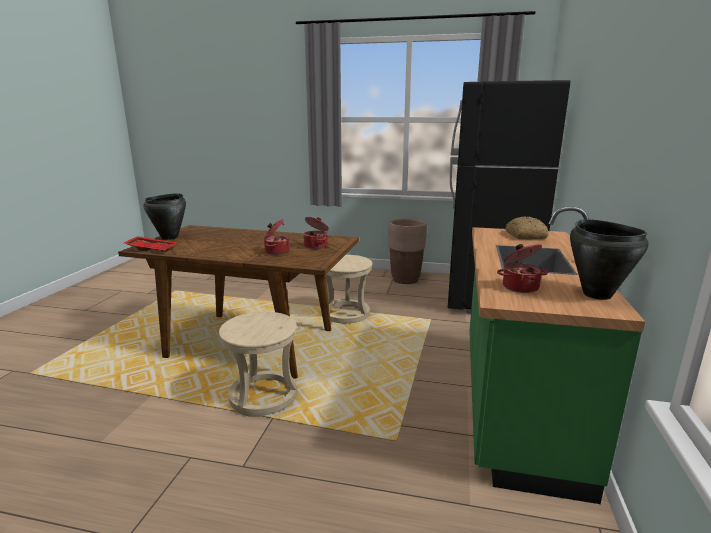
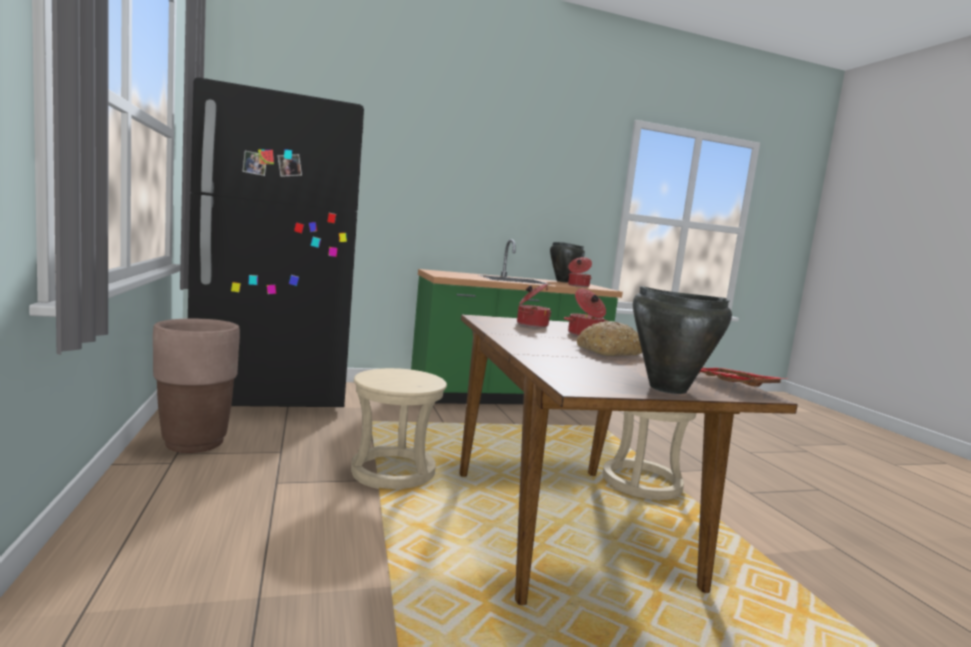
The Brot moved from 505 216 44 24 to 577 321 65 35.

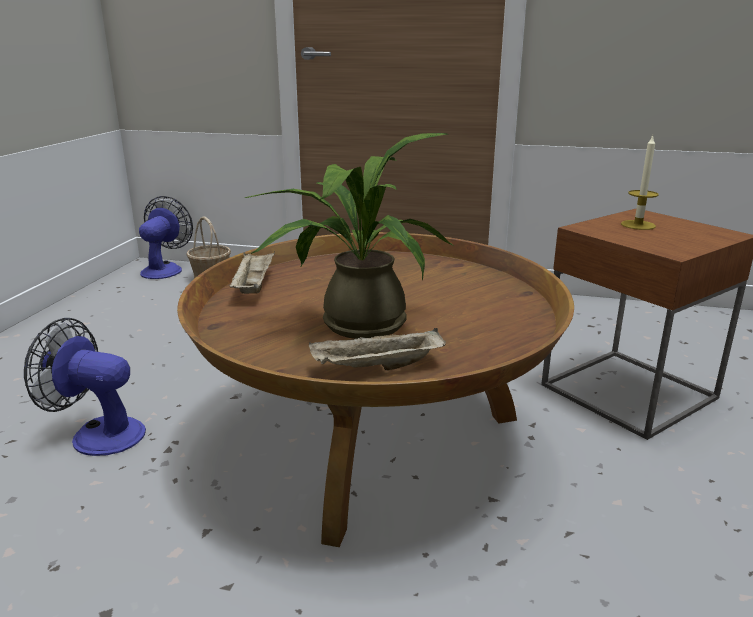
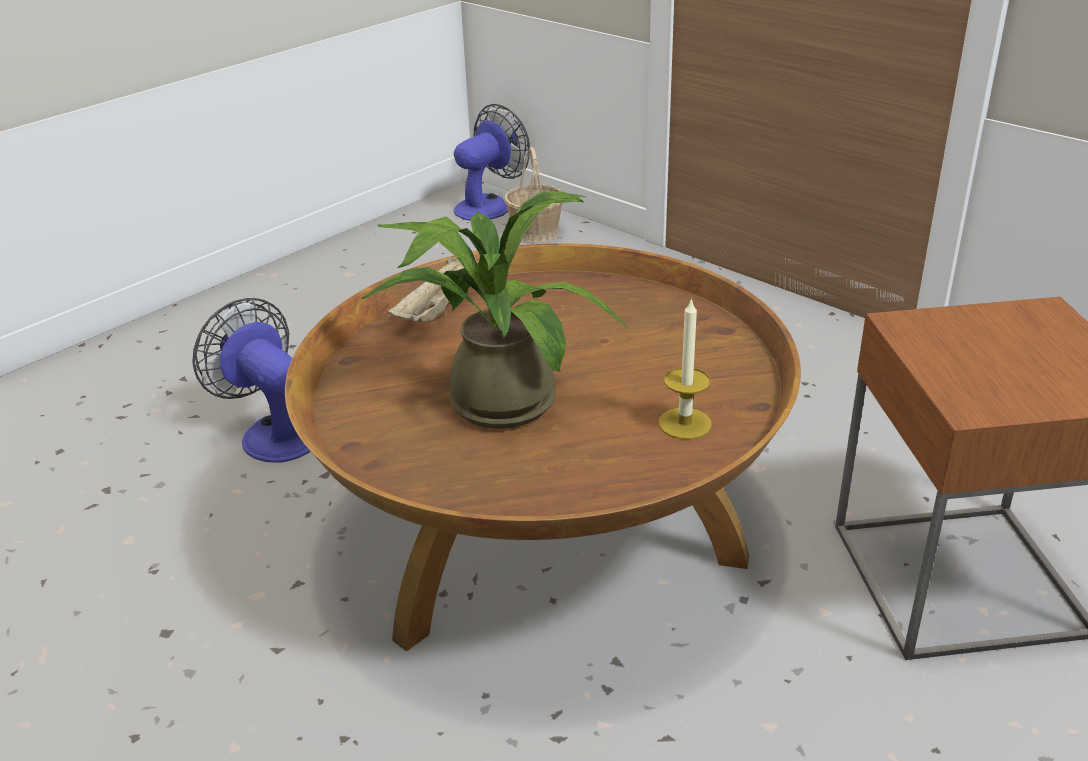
The Kerze moved from 621 135 38 95 to 659 297 53 142. The Tablett/beige at 309 328 137 42 disappeared.

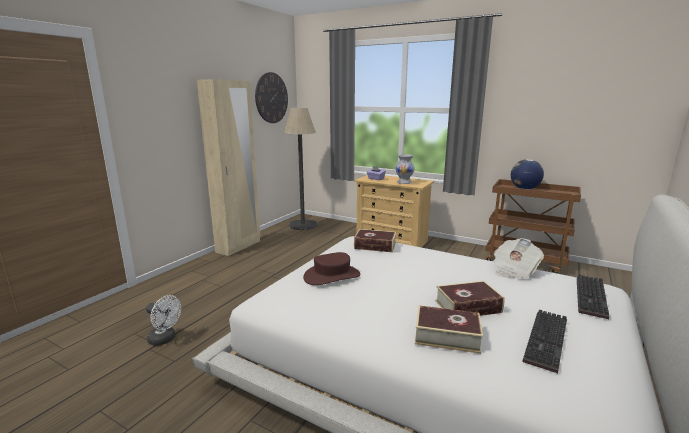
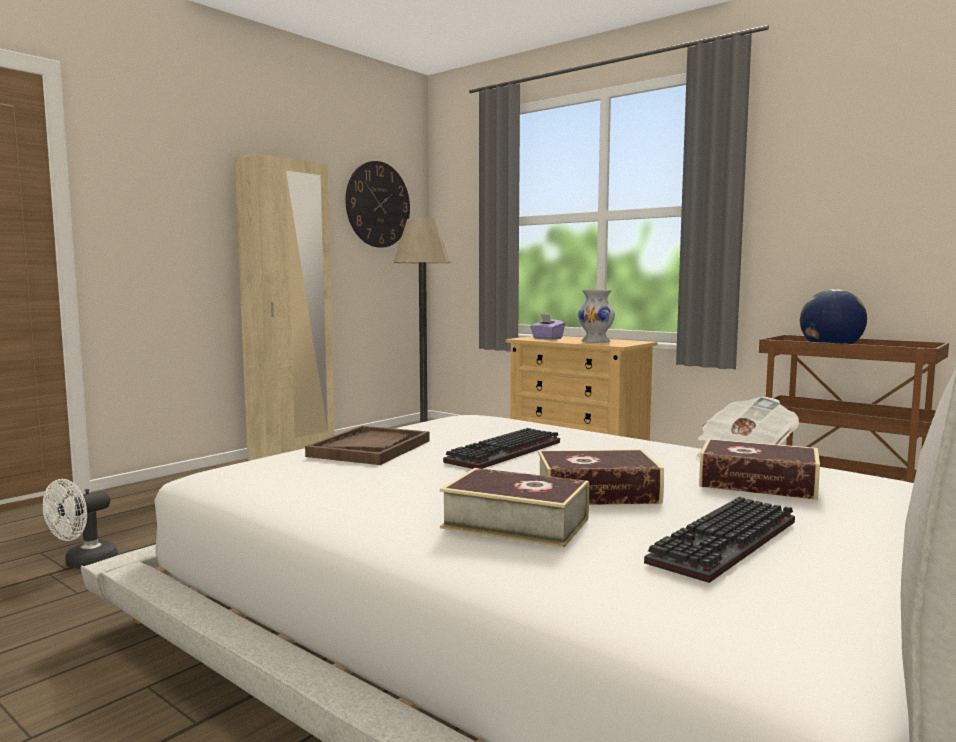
The Buch moved from 354 229 42 23 to 699 439 121 61. The Hut/braun at 303 252 57 33 was replaced by the Tablett/braun at 305 426 125 39. The Tastatur moved from 577 275 32 44 to 443 428 117 41. The Ventilator/weiß at 146 295 35 51 turned 90 degrees clockwise.

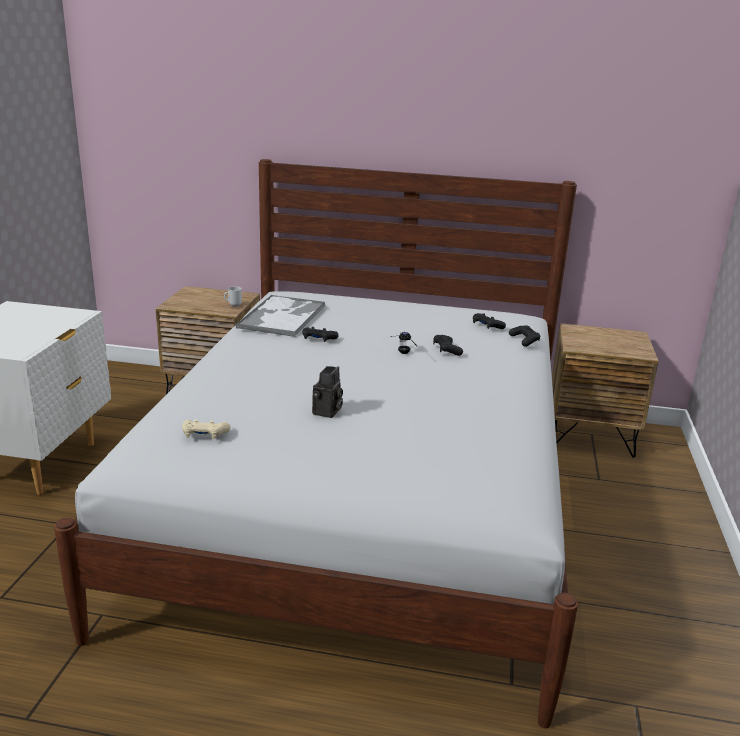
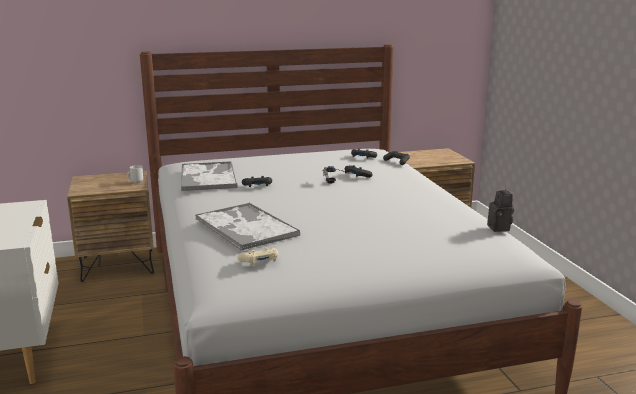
The Kamera moved from 312 366 31 52 to 487 189 27 43. The Tablett at 195 203 105 48 appeared.

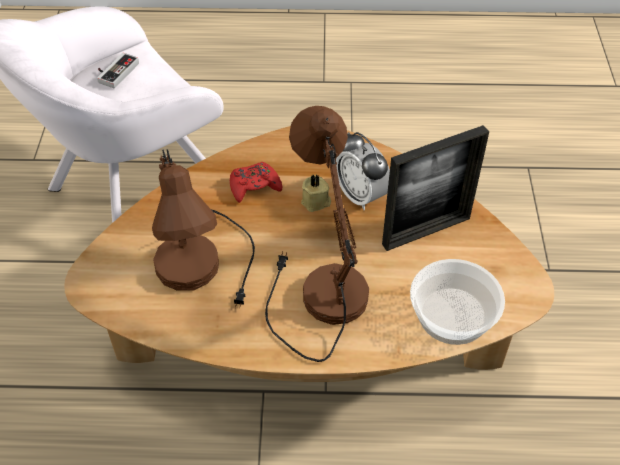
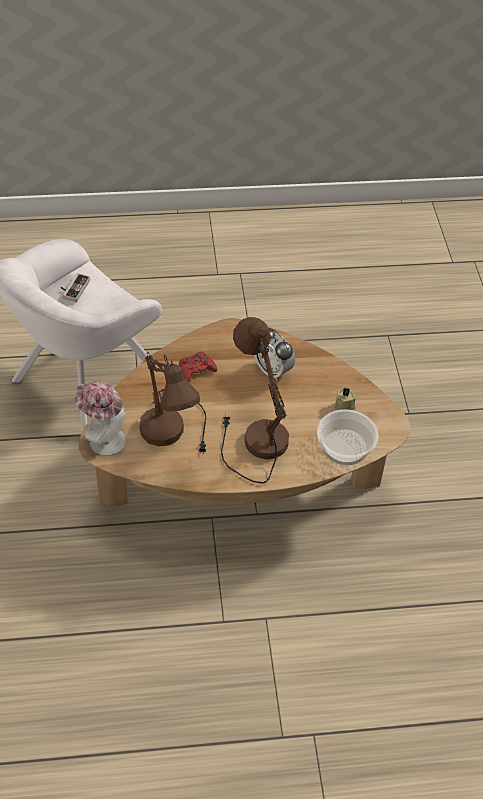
The Bilderrahmen at 382 125 107 126 disappeared. The Kerze/beige moved from 301 175 30 37 to 334 388 22 22. The Hut at 75 380 51 76 appeared.

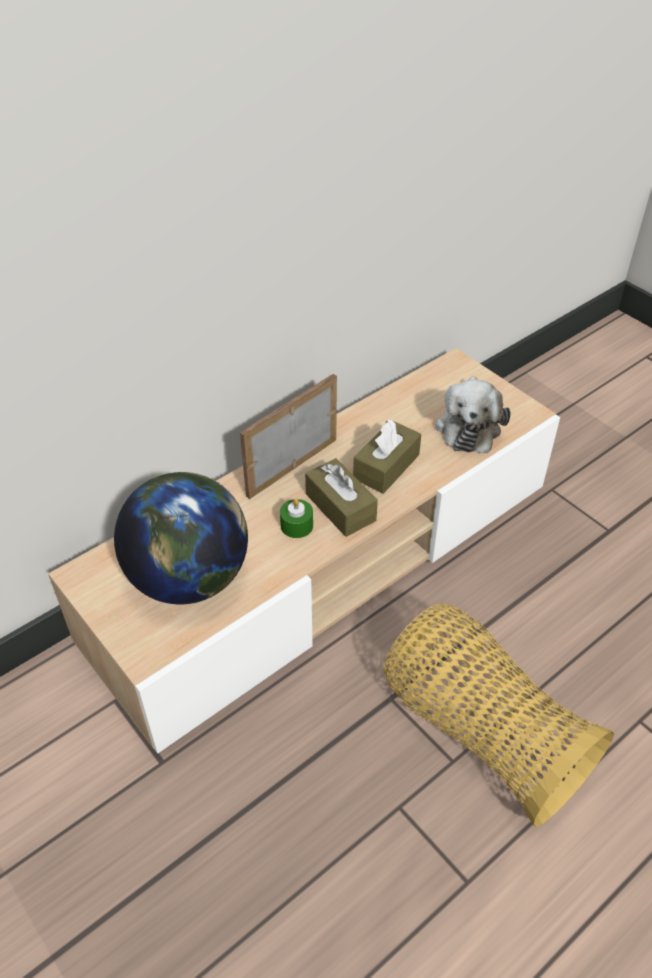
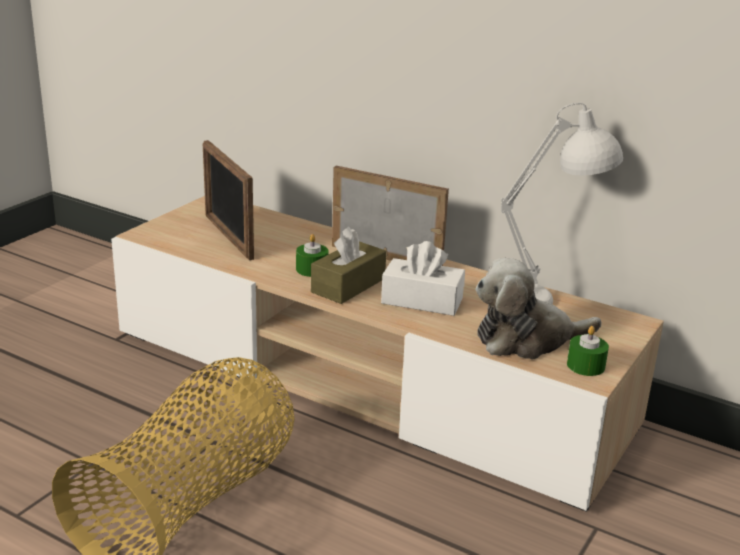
The Taschentuchbox/braun at 353 419 68 75 became the Taschentuchbox/weiß at 381 241 84 75. The Globus at 114 472 134 132 was replaced by the Bilderrahmen at 203 140 51 120. The Tischlampe/weiß at 501 103 122 201 appeared. The Kerze/grün at 567 326 42 50 appeared.

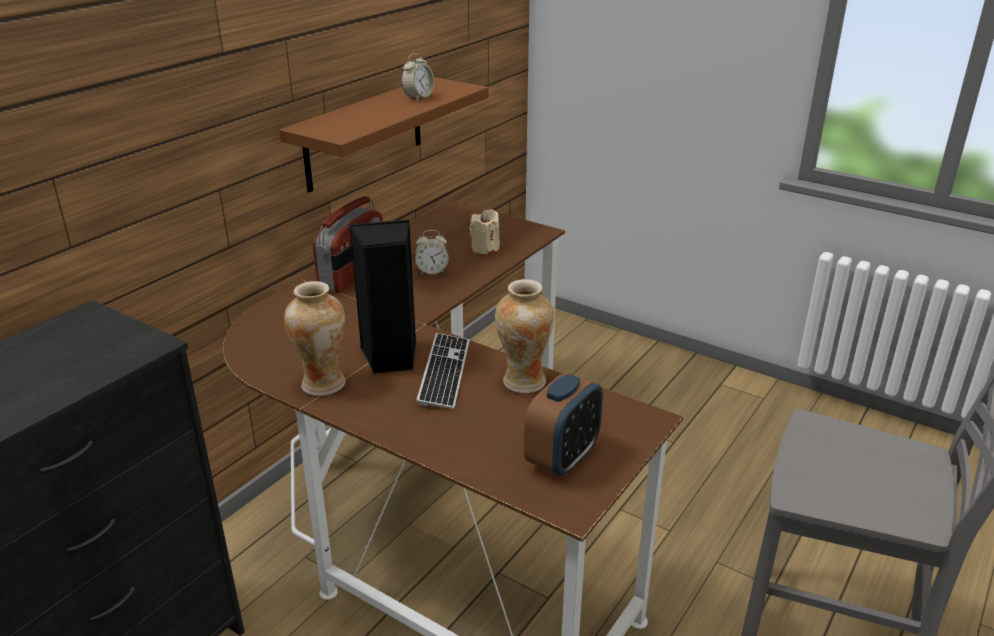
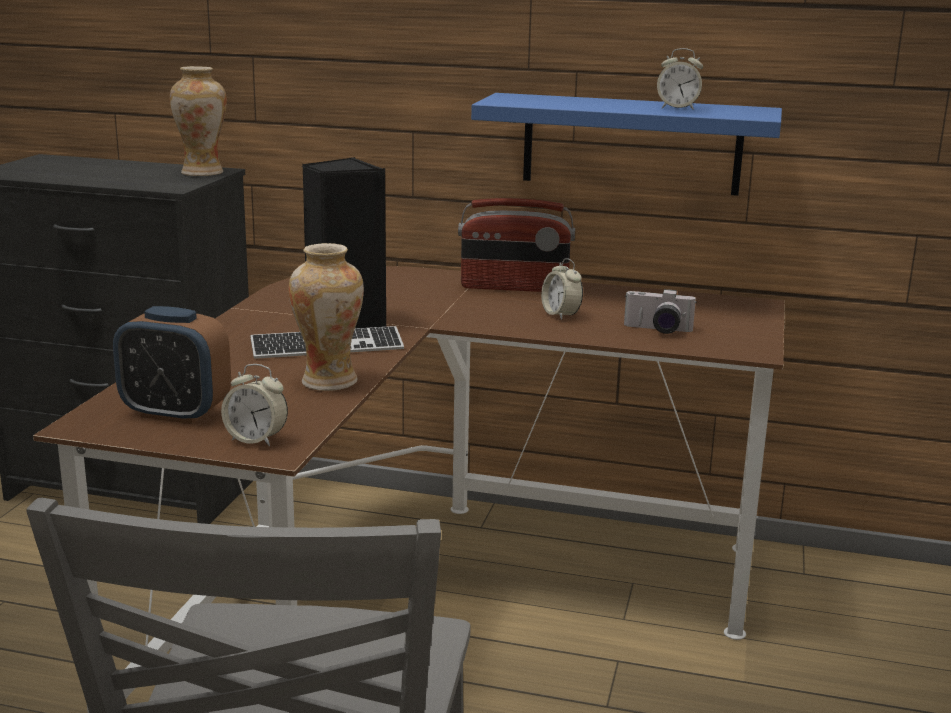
The Wandregal/braun at 279 77 209 115 became the Wandregal/blau at 471 93 311 103. The Kerze/beige at 469 209 31 46 was replaced by the Kamera at 624 289 73 45. The Vase moved from 284 281 62 115 to 170 66 57 110. The Wecker at 221 364 67 83 appeared.

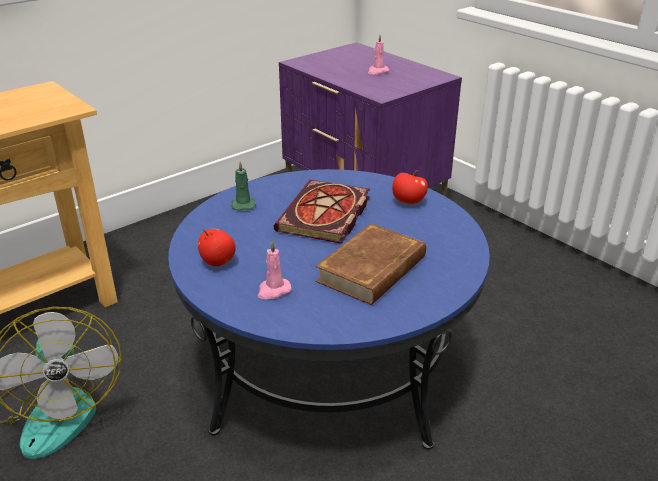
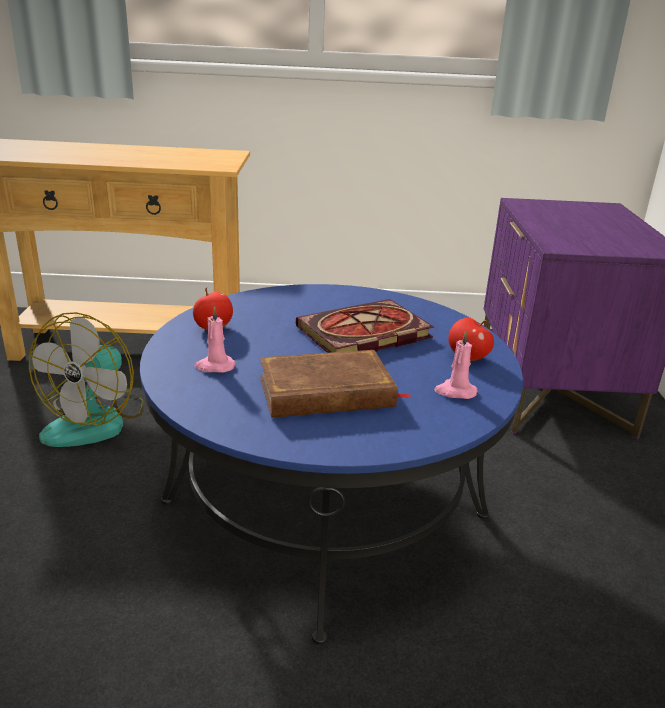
The Kerze/rosa moved from 368 35 21 40 to 434 330 43 69. The Kerze/grün at 231 161 25 50 disappeared.

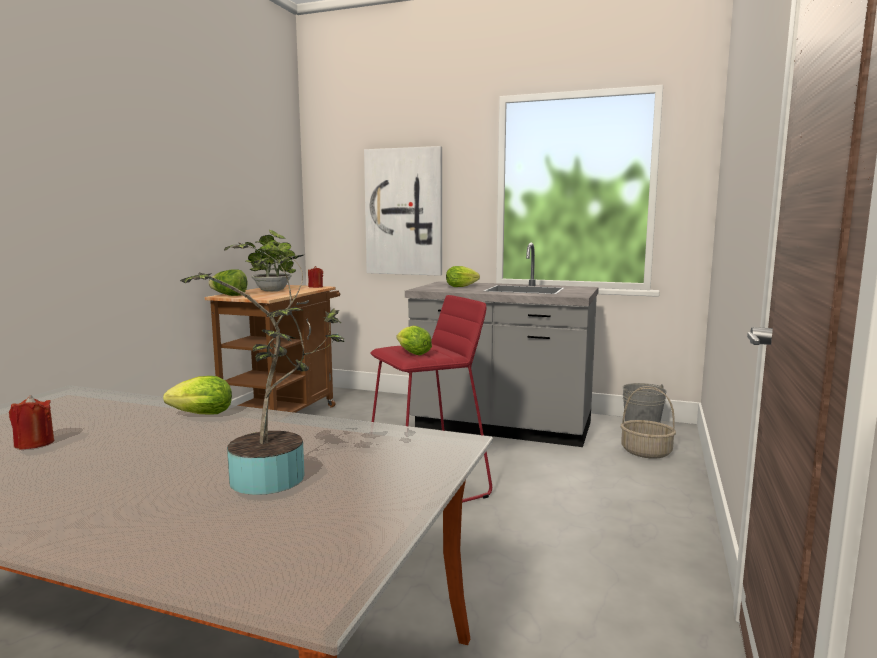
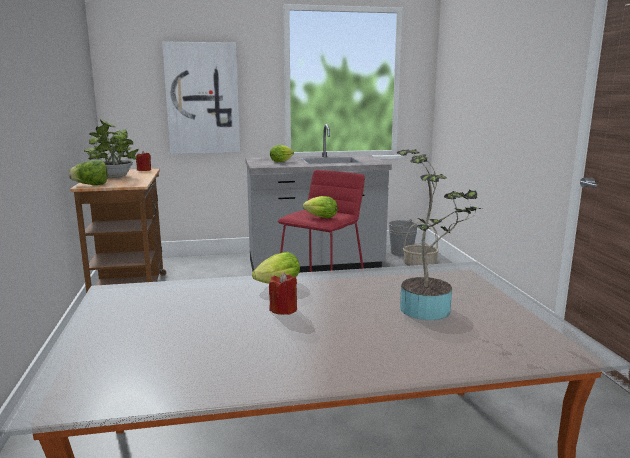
The Kerze/rot moved from 9 395 45 55 to 269 272 28 43.

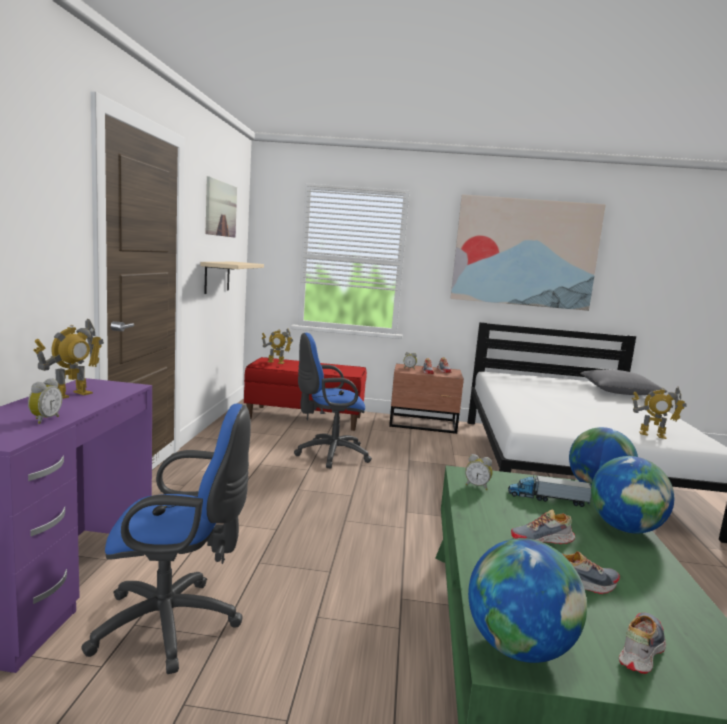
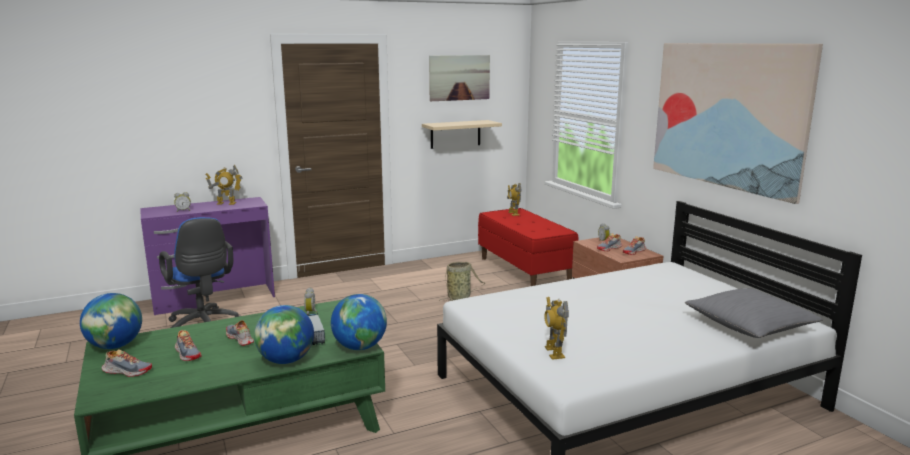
The Bürostuhl/blau at 294 333 78 135 was replaced by the Korb at 439 262 47 39.

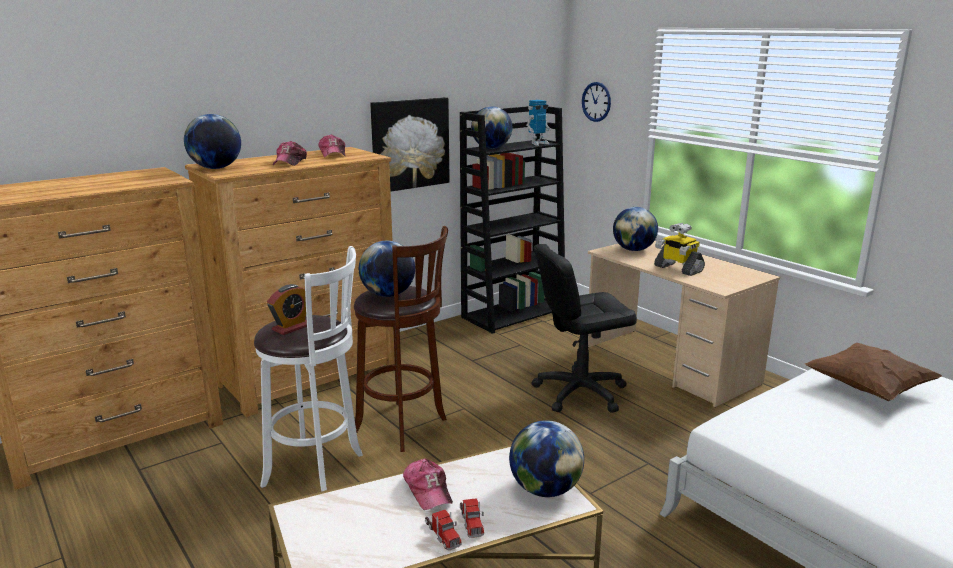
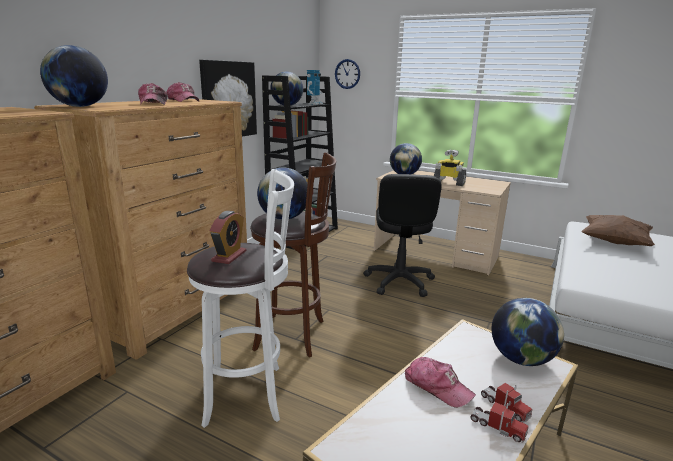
The Bürostuhl/schwarz at 531 244 106 169 turned 45 degrees counterclockwise.

